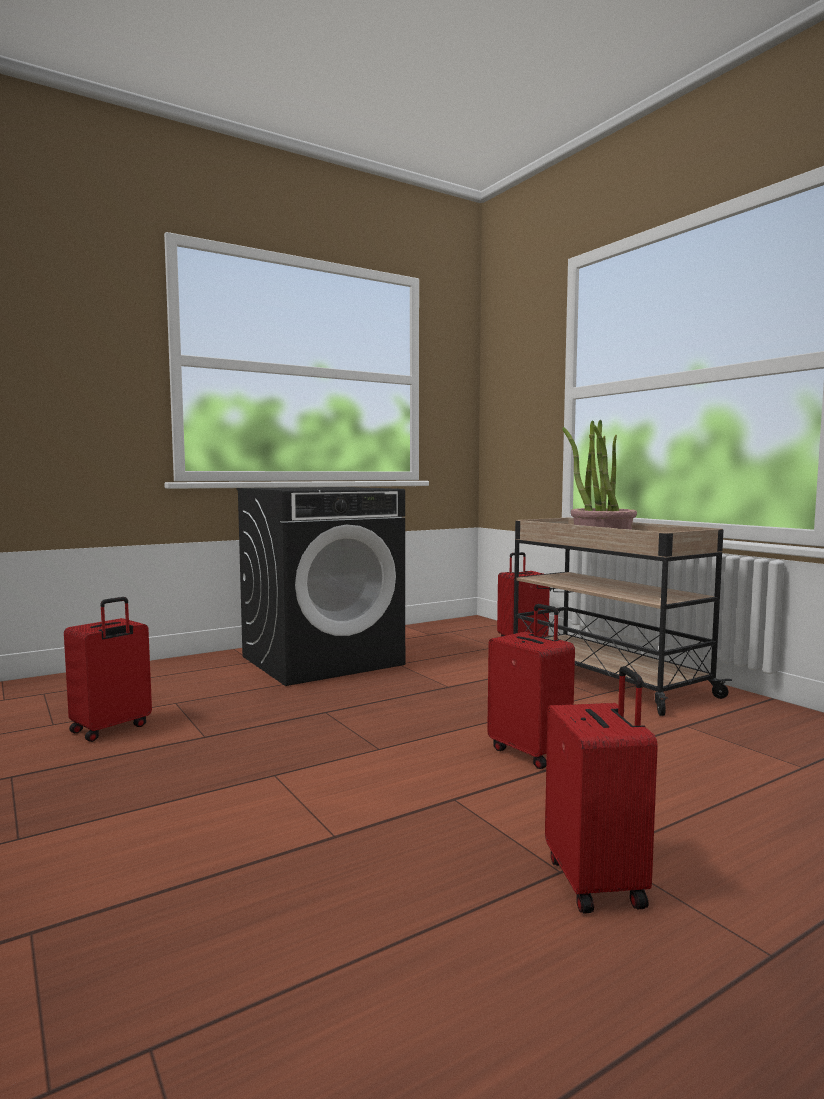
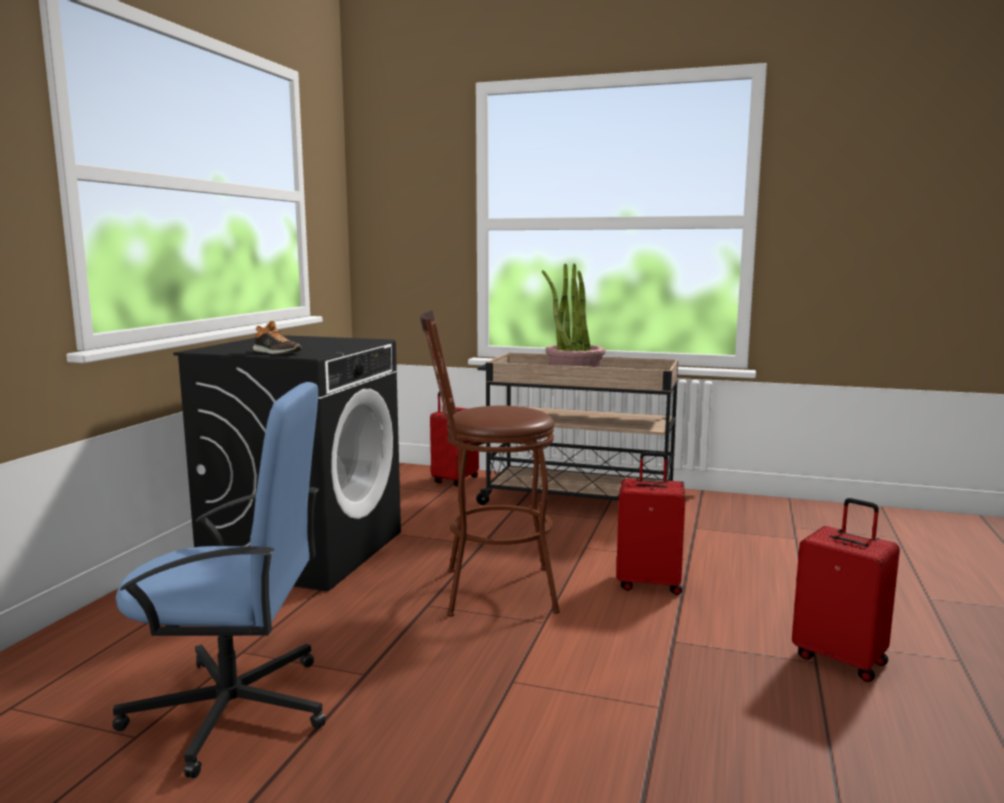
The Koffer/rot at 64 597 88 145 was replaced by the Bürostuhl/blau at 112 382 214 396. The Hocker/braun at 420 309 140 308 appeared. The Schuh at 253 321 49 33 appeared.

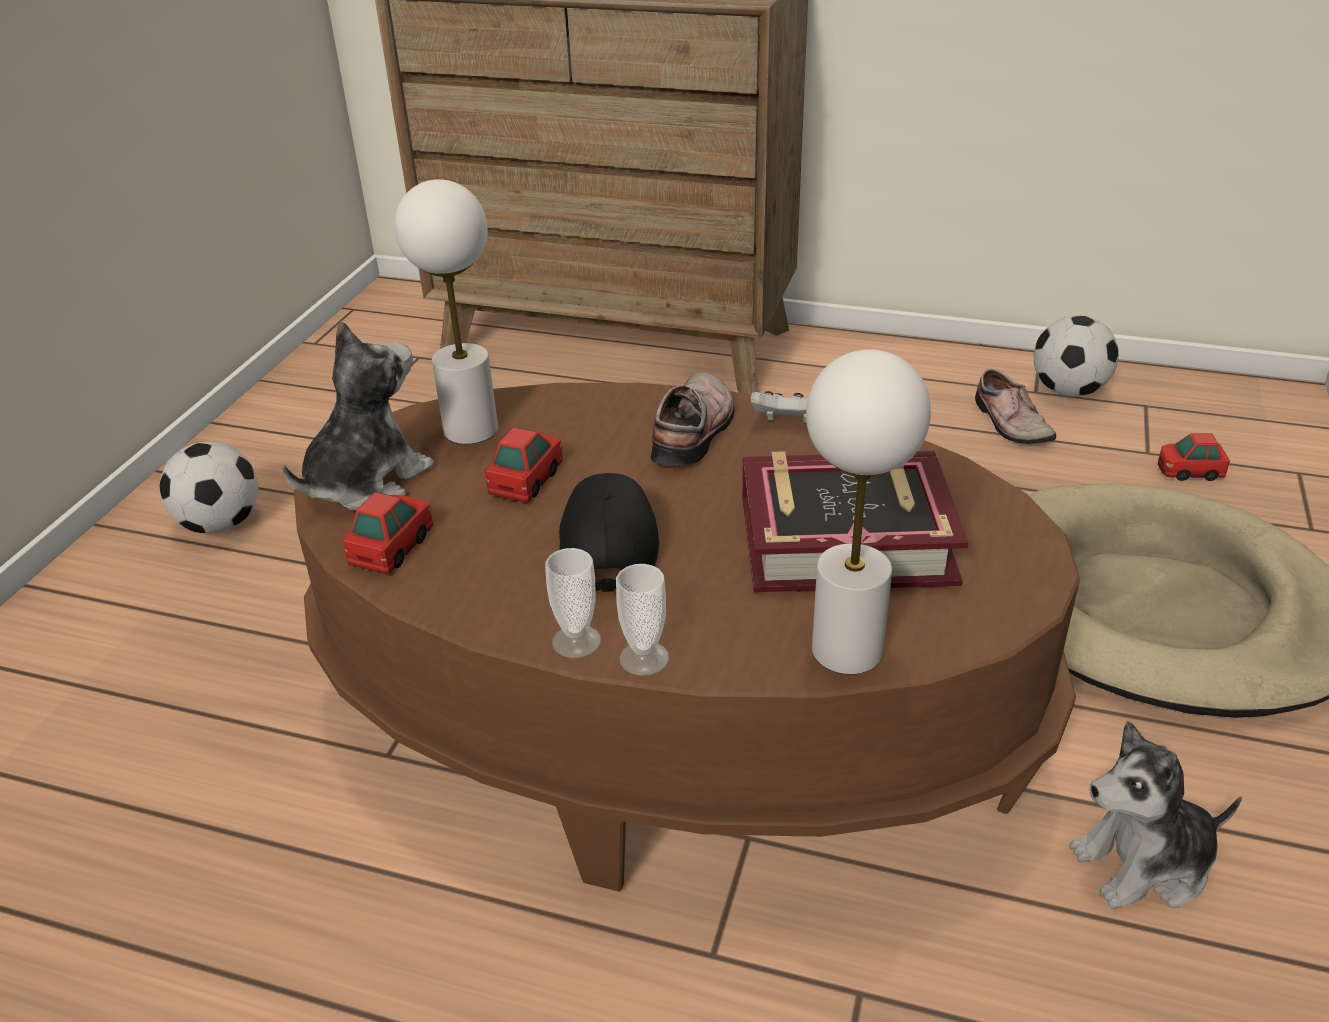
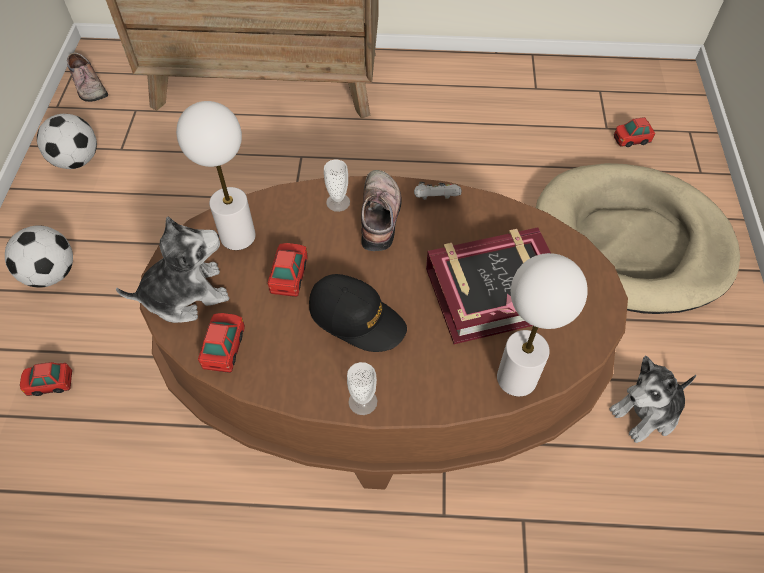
The Fußball moved from 1033 315 86 82 to 37 114 60 55. The Plüschtier at 283 321 151 190 turned 45 degrees clockwise. The Schuh moved from 975 369 81 75 to 67 53 41 49. The Kappe/schwarz at 559 473 100 119 turned 135 degrees clockwise. The Tasse moved from 616 564 53 112 to 324 160 26 52. The Spielzeugauto at 20 362 52 34 appeared.

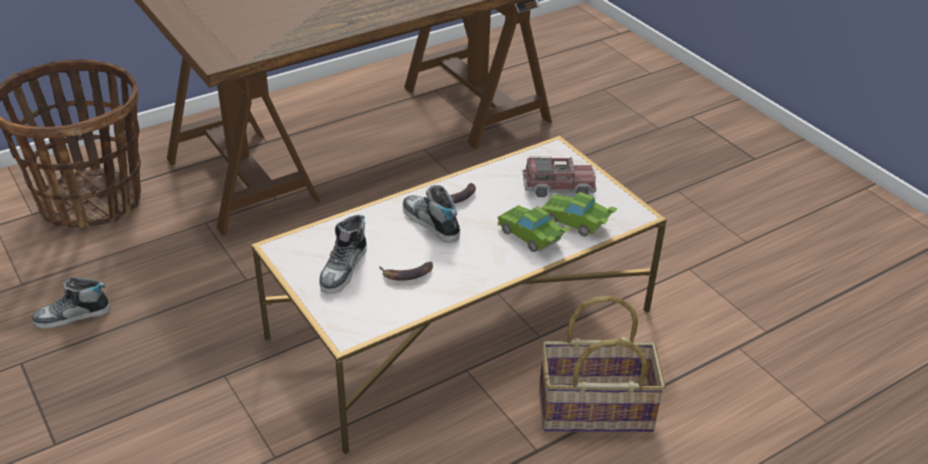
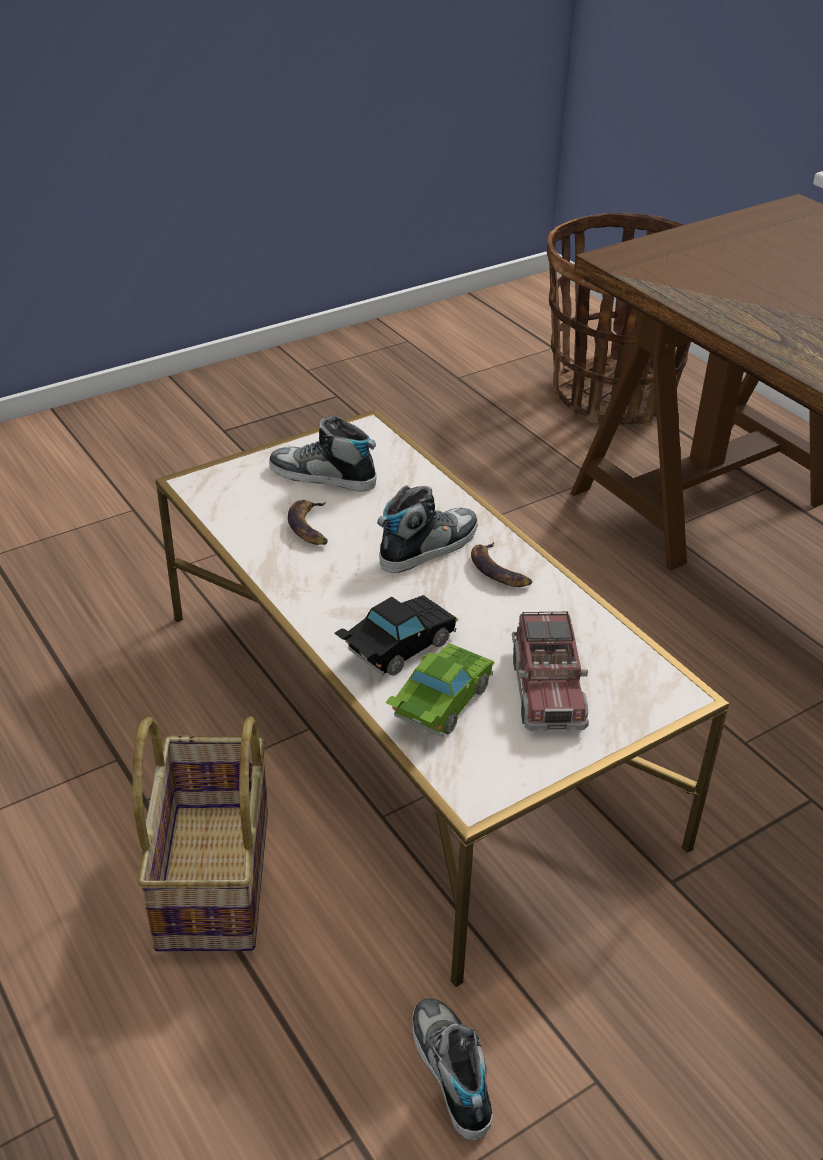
The Spielzeugauto/grün at 497 205 73 47 became the Spielzeugauto/schwarz at 334 595 124 81. The Schuh moved from 32 277 78 52 to 412 998 81 142.

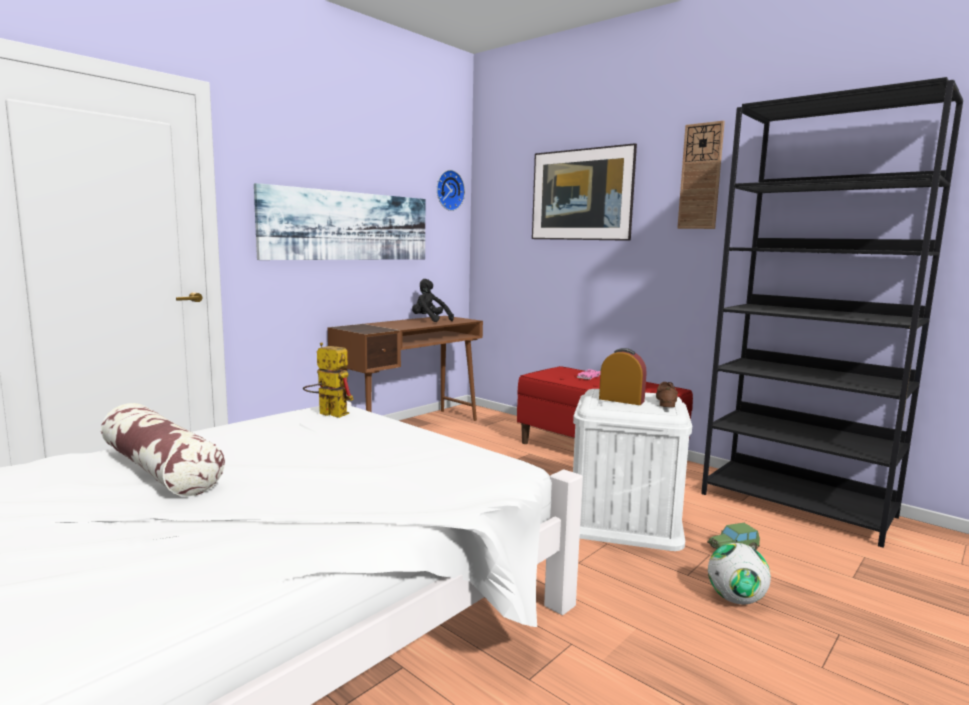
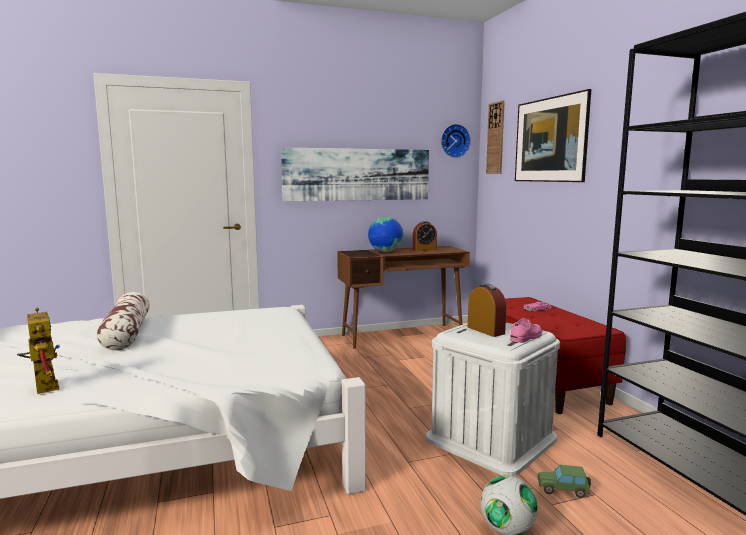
The Wanduhr moved from 677 121 48 108 to 486 101 19 73. The Plüschtier/schwarz at 412 279 42 43 was replaced by the Wecker at 412 221 25 30. The Spielzeugroboter moved from 303 342 50 76 to 17 308 43 86. The Schuh/braun at 656 382 22 25 became the Schuh/rosa at 510 318 32 25. The Globus at 368 217 35 35 appeared.

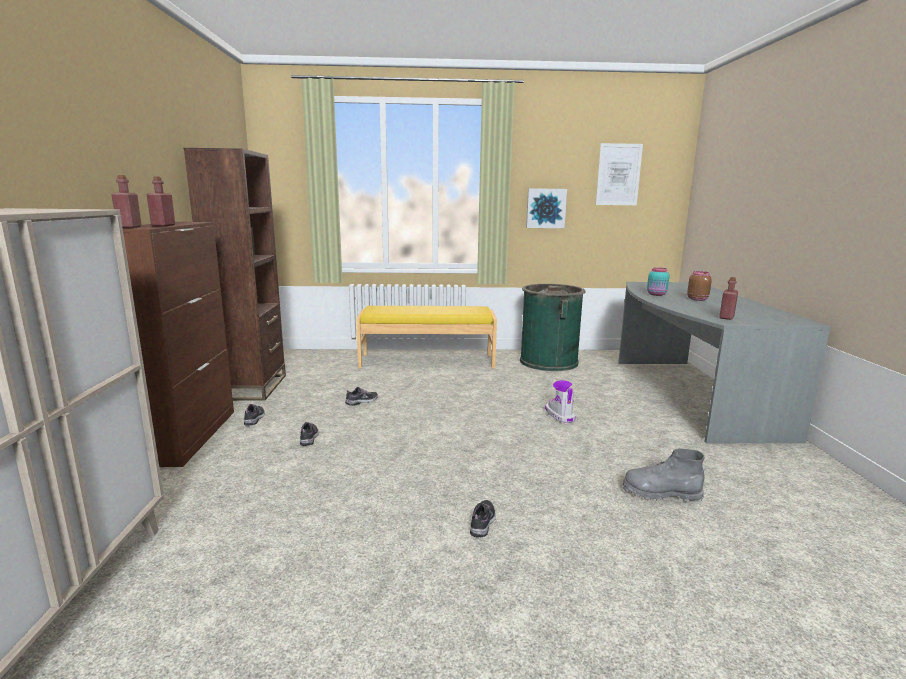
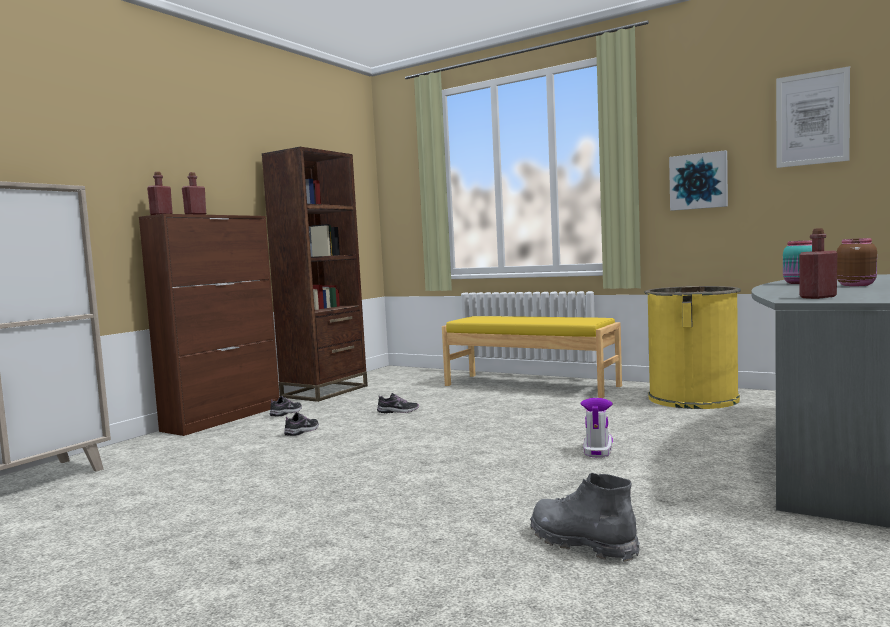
The Mülleimer/grün at 520 284 66 87 became the Mülleimer/gelb at 644 286 97 123. The Schuh at 470 500 26 38 disappeared.

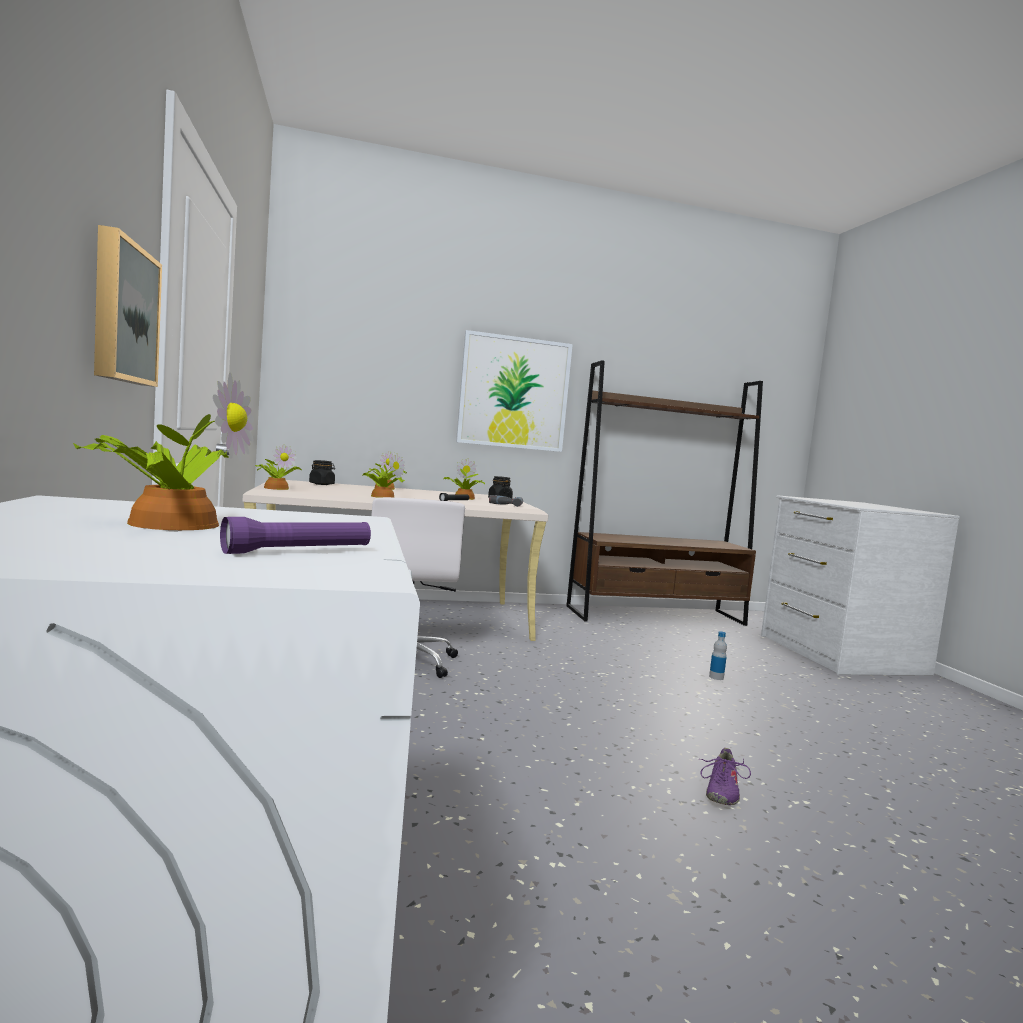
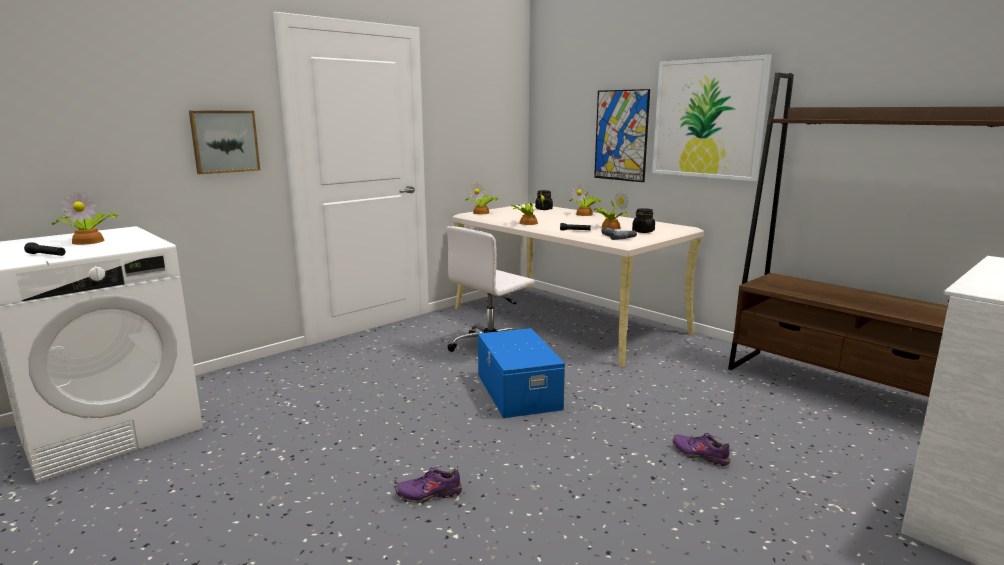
The Taschenlampe/lila at 220 517 151 37 became the Taschenlampe/schwarz at 24 242 42 14. The Flasche at 709 631 18 49 was replaced by the Schuh/lila at 672 433 58 33. The Bild at 594 89 56 93 appeared. The Aufbewahrungsbox/blau at 478 328 87 90 appeared.

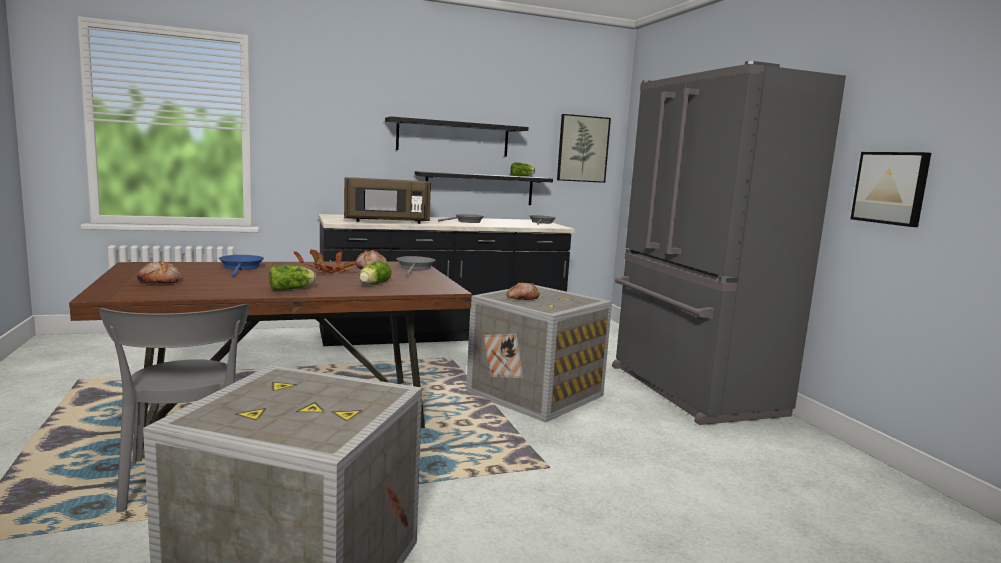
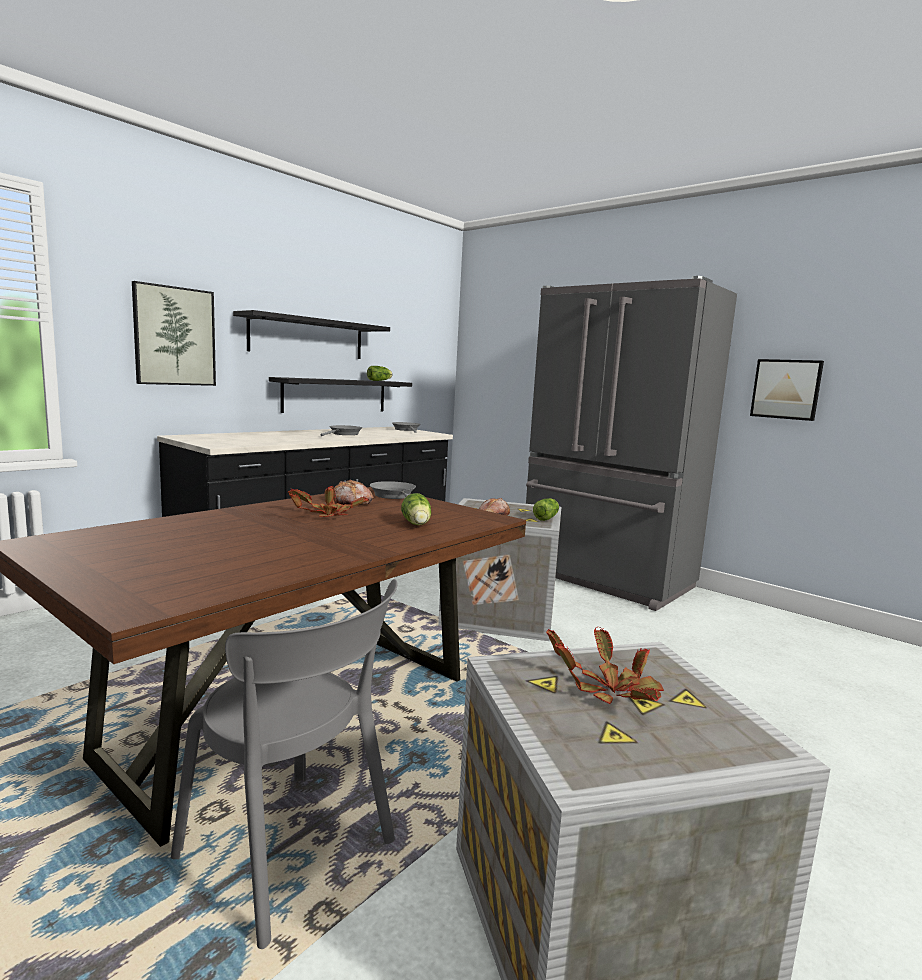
The Bild moved from 557 114 54 69 to 132 281 84 105. The Mikrowelle/braun at 344 177 87 47 disappeared. The Pfanne/blau at 219 255 45 21 disappeared. The Brot at 137 261 44 22 disappeared. The Salatkopf moved from 269 265 47 25 to 533 498 26 23. The Topfpflanze at 546 627 118 77 appeared.

